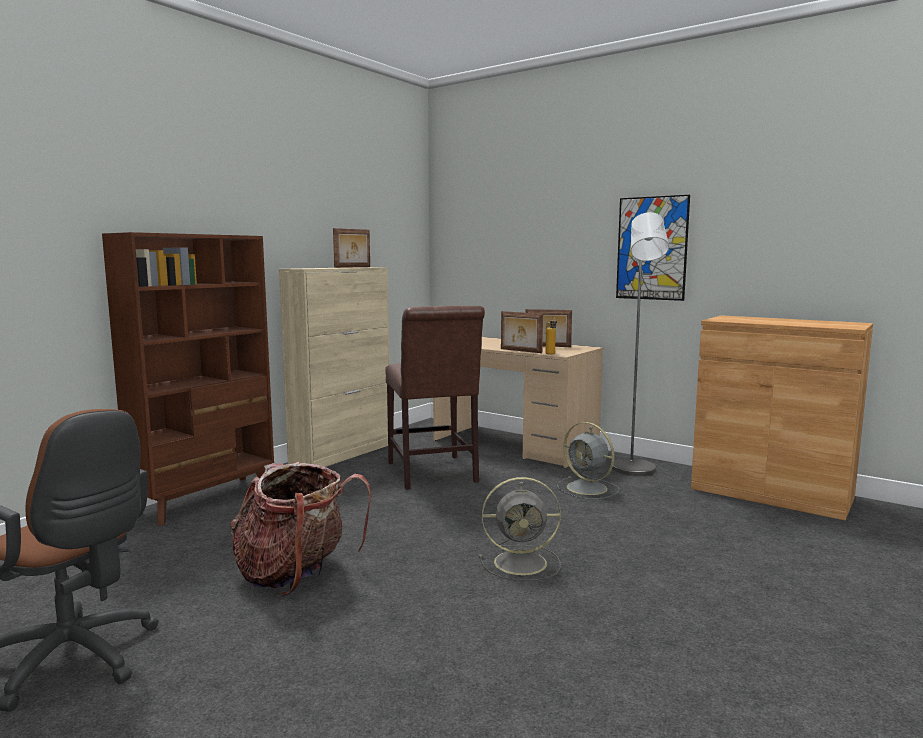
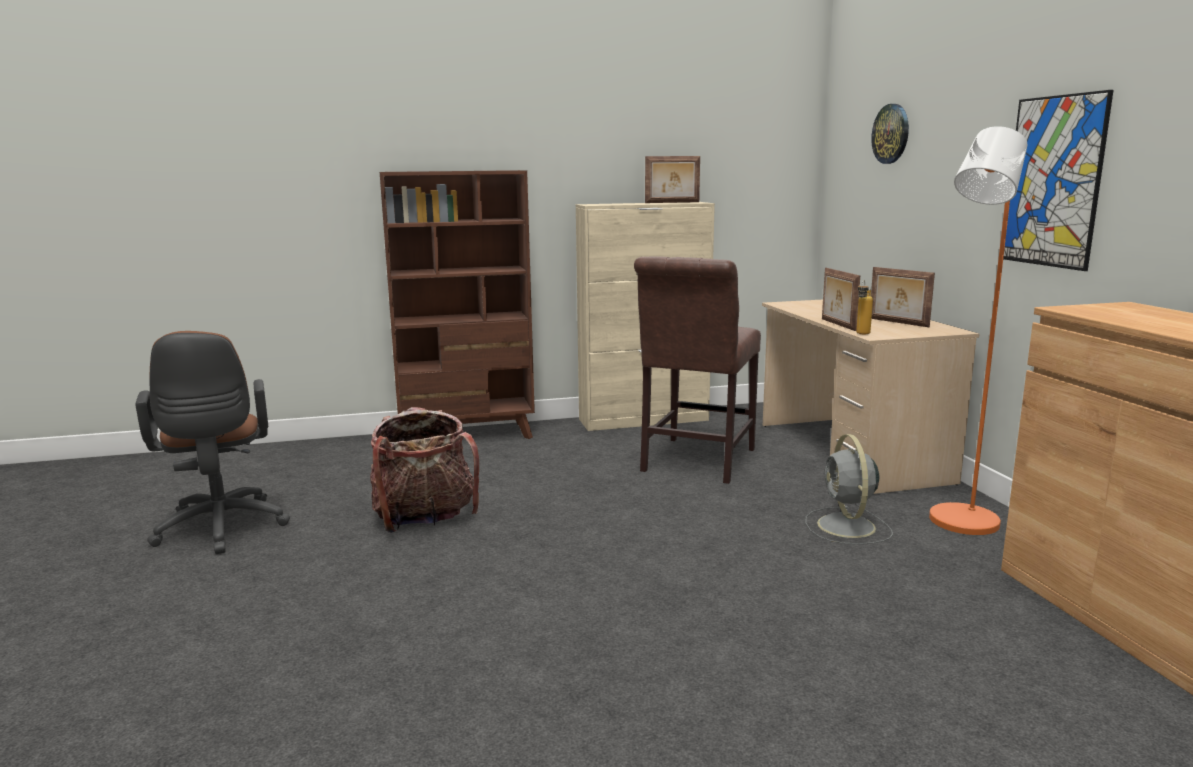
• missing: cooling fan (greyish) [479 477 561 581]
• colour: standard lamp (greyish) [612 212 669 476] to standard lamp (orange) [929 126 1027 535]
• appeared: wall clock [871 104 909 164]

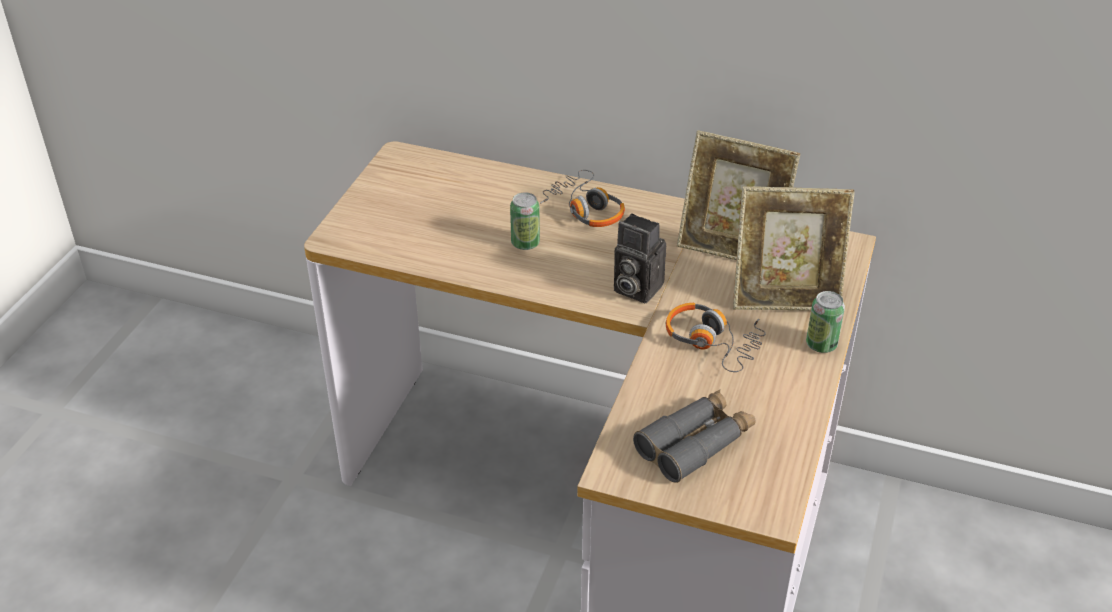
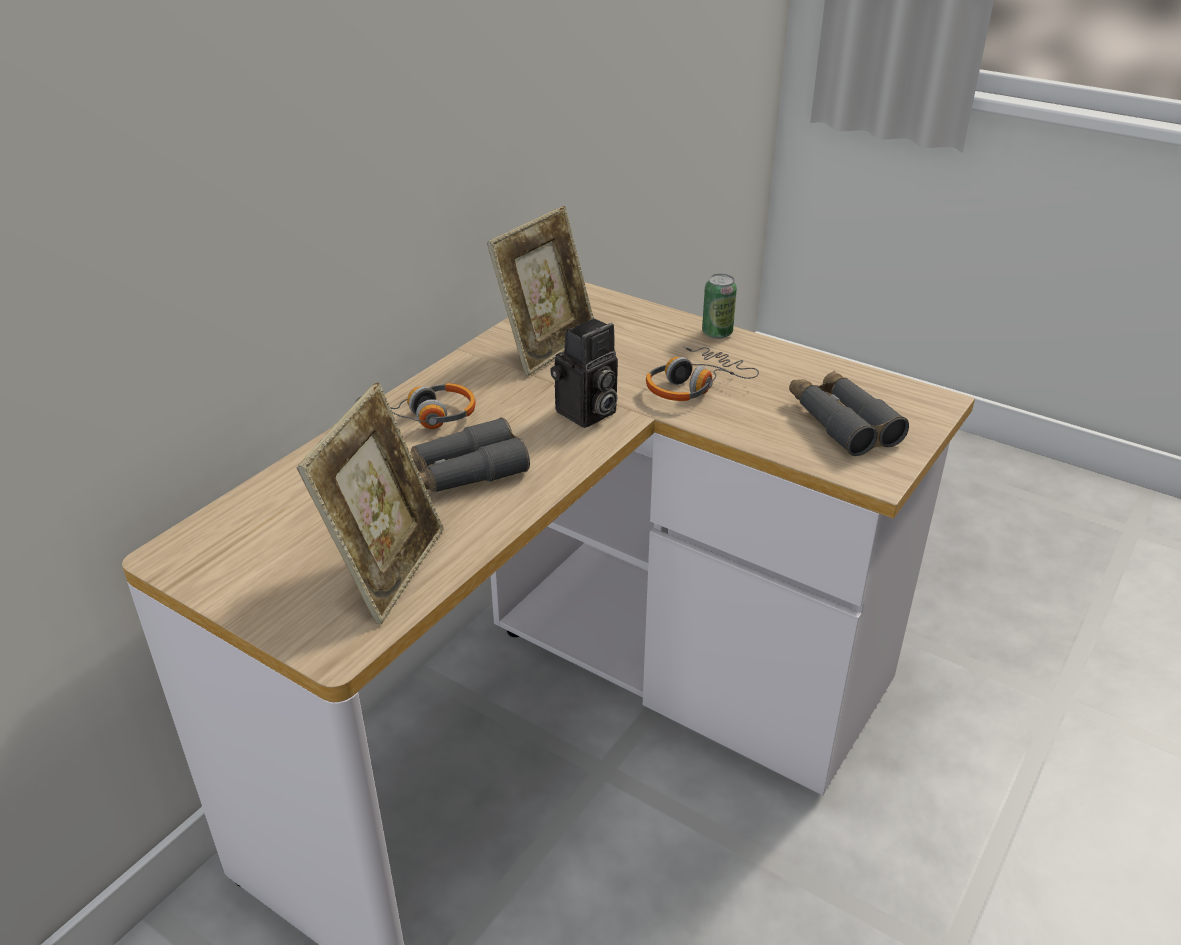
• exchanged: sealed can [510 192 540 250] to field glasses (greyish) [410 417 530 493]
• relocated: photo frame [733 186 855 311] to [296 382 444 624]

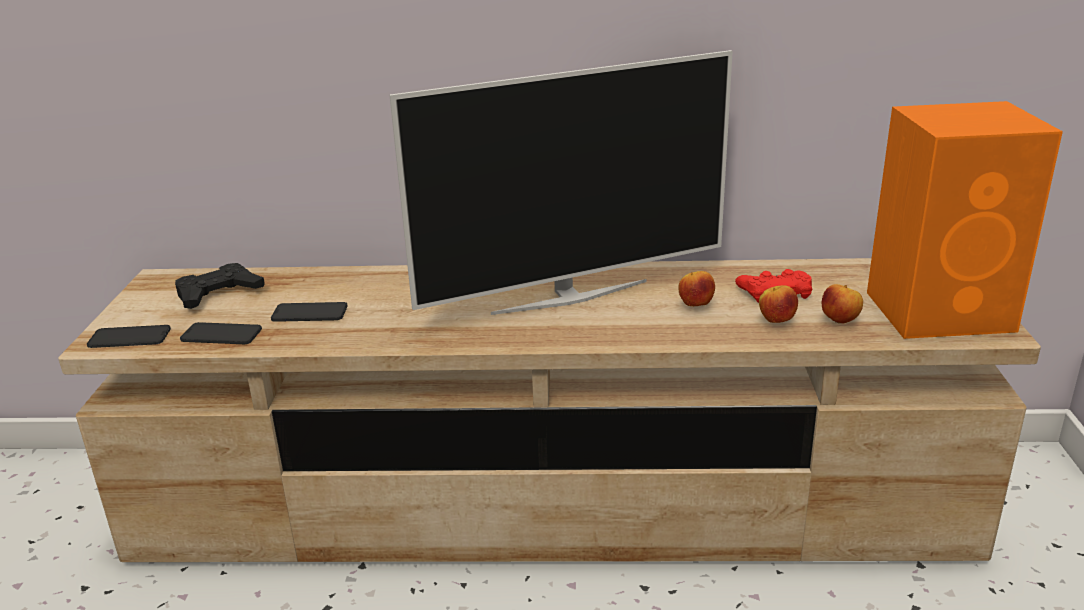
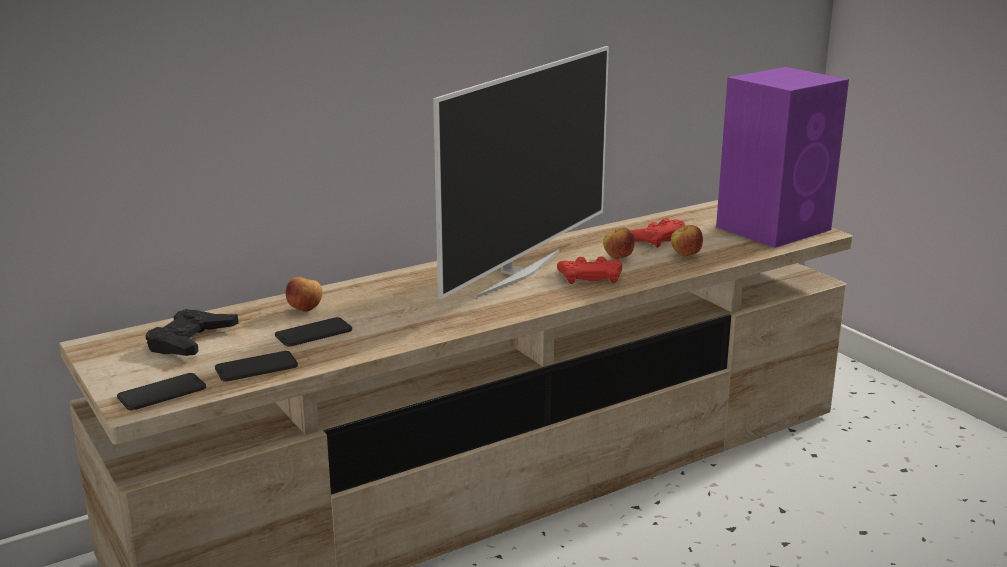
• relocated: whole apple [822 284 863 324] to [286 276 322 312]
• colour: loudspeaker (orange) [867 101 1063 339] to loudspeaker (purple) [716 67 849 248]
• appeared: game controller (reddish) [557 256 622 284]

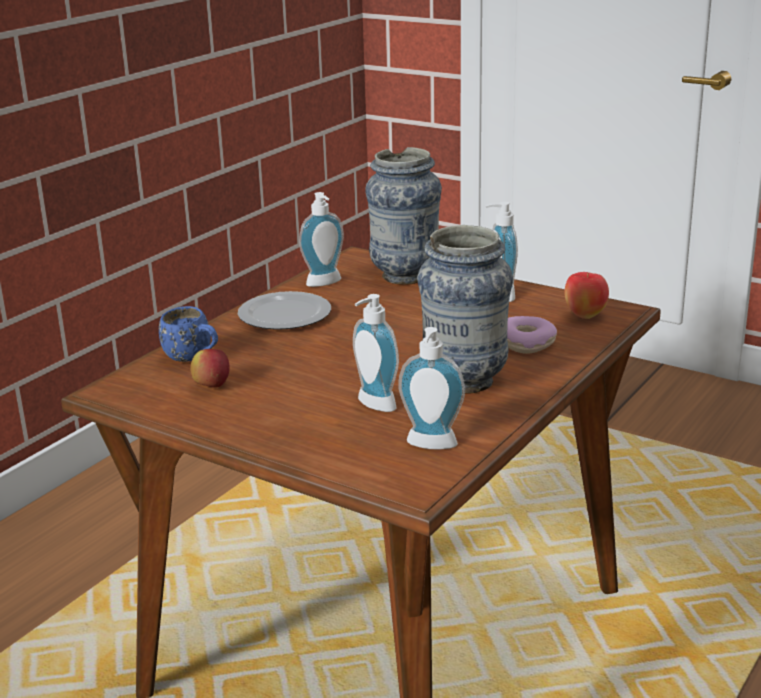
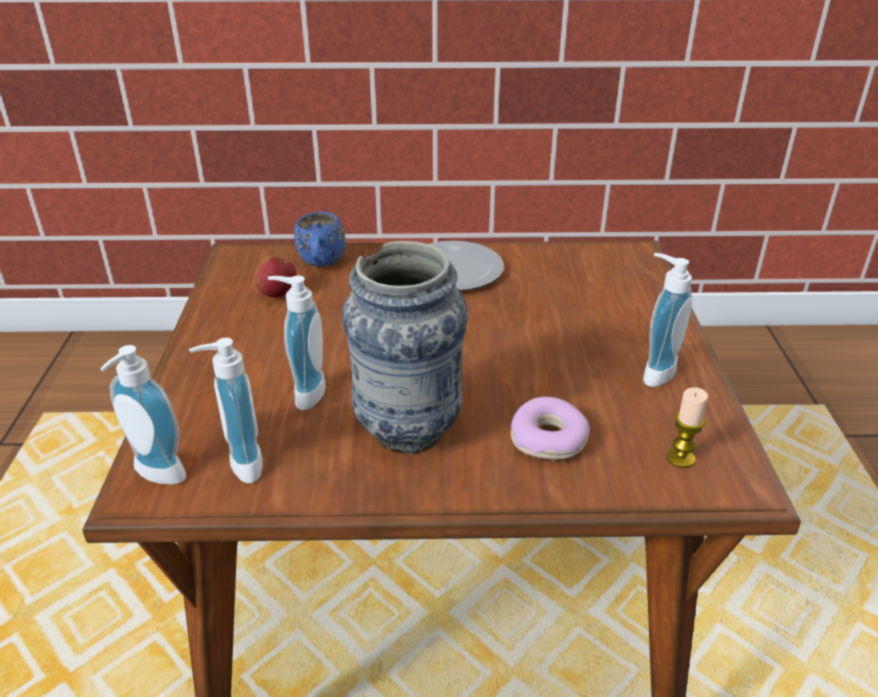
• relocated: soap dispenser [299 192 344 287] to [100 345 186 485]
• missing: decorative vase [365 147 442 285]
• exchanged: whole apple [564 272 609 319] to wax candle [667 387 708 468]

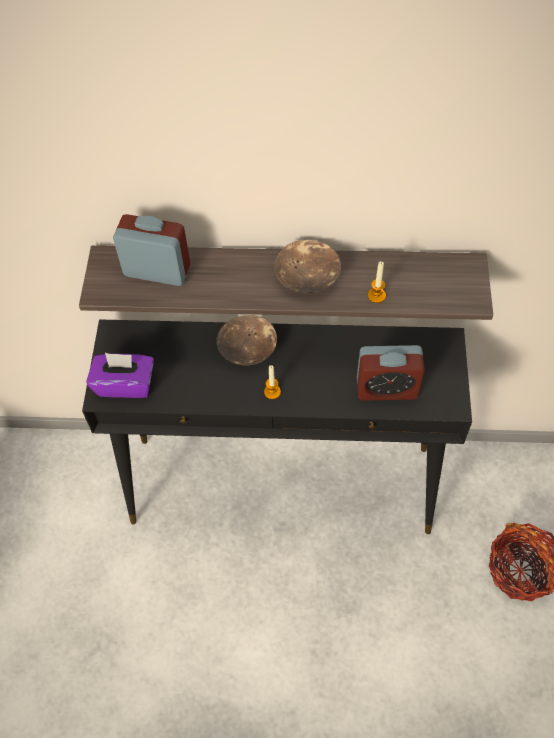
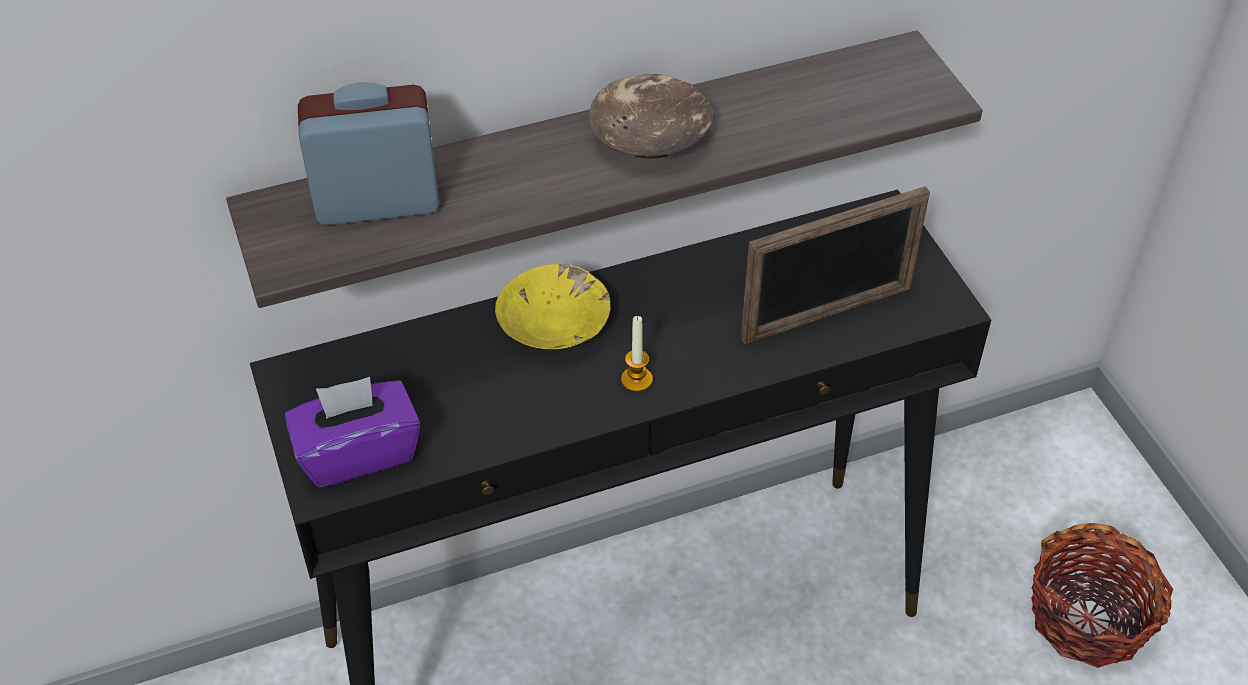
• colour: serving bowl (brownish) [216 315 277 365] to serving bowl (yellow) [495 264 611 349]
• exchanged: bedside clock [357 345 425 401] to photo frame [741 186 930 344]
• missing: wax candle [368 261 386 303]

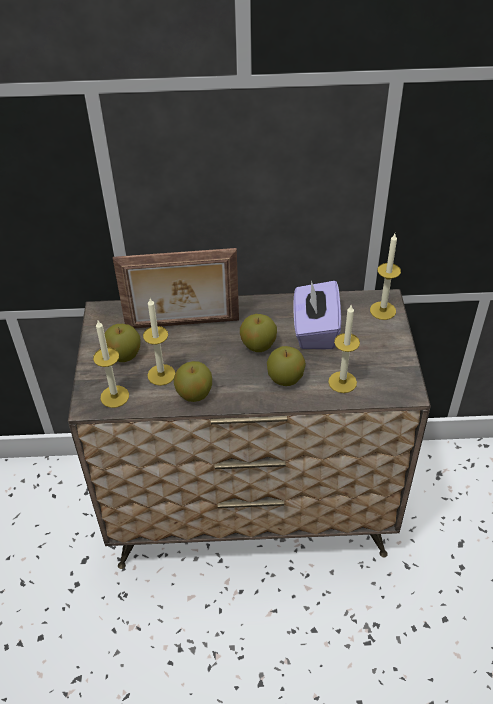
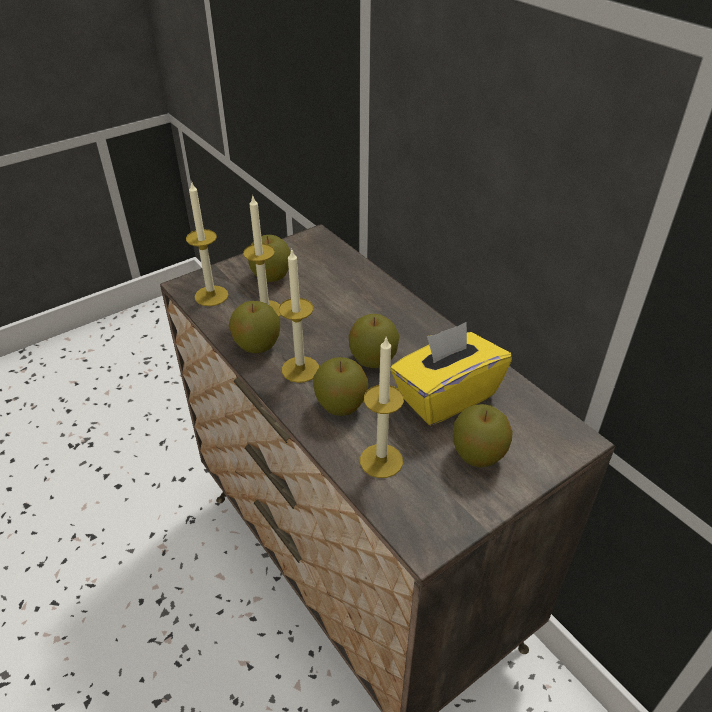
• missing: photo frame [113 248 239 328]
• colour: box of tissues (purple) [293 280 341 349] to box of tissues (yellow) [390 322 512 425]
• relocated: wax candle [370 234 401 320] to [279 249 319 383]
• appeared: whole apple [453 404 513 468]

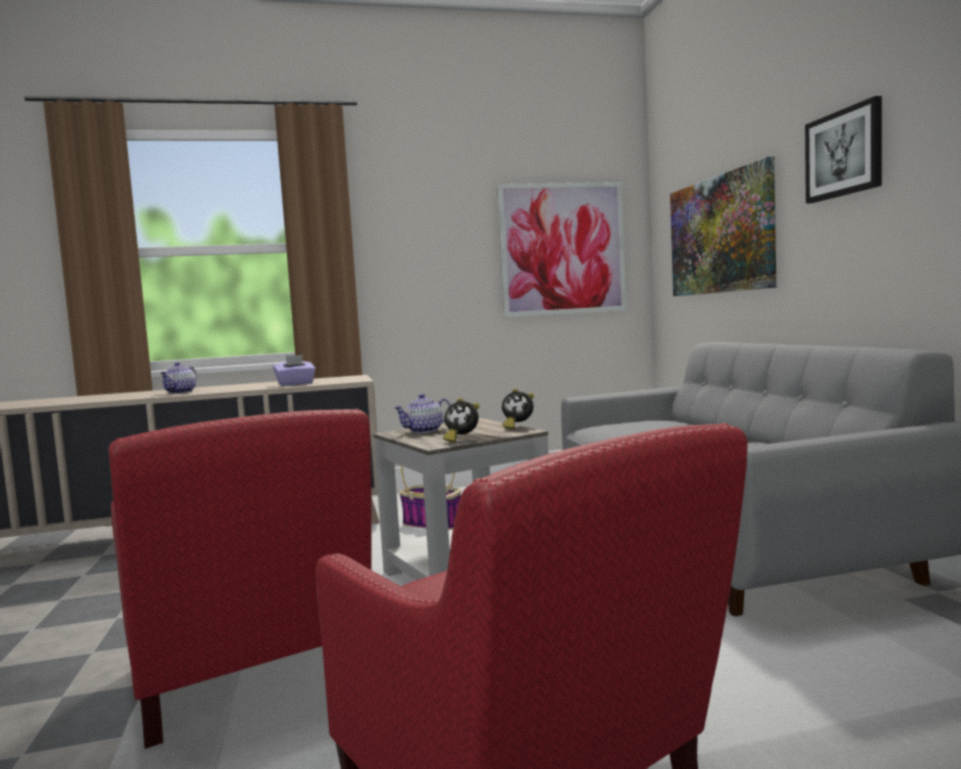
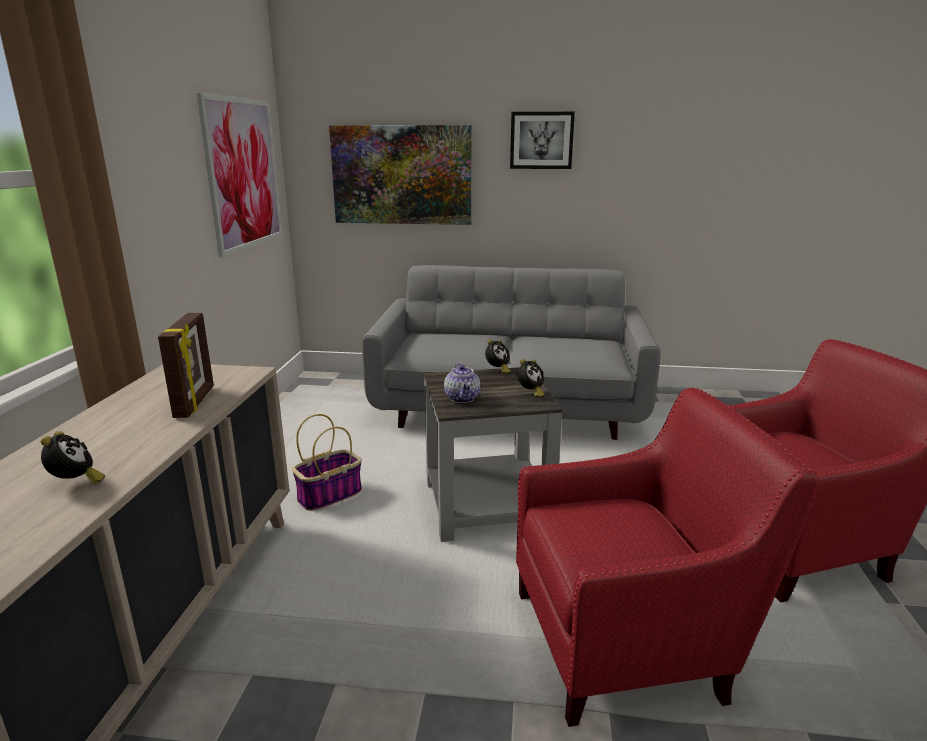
• exchanged: teapot [160 362 197 394] to bedside clock [41 431 105 485]
• exchanged: box of tissues (purple) [273 355 316 386] to photo frame [158 313 214 418]

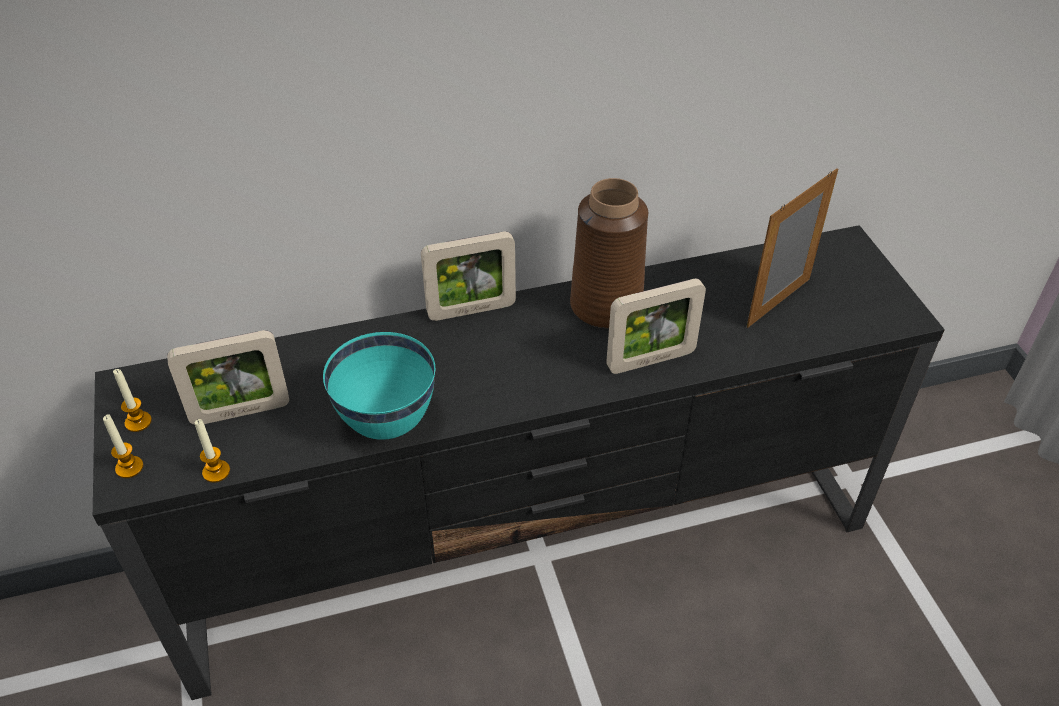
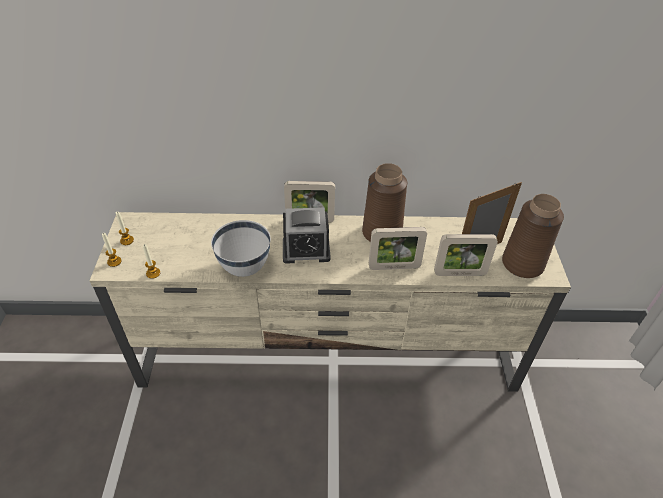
• colour: tv unit (black) [93 225 945 700] to tv unit (beige-coloured) [89 212 571 392]
• relocated: photo frame [167 330 289 425] to [434 234 498 276]
• colour: serving bowl (blue-green) [323 332 435 440] to serving bowl (white-coloured) [211 220 271 277]
• appeared: bedside clock [283 207 331 264]
• appeared: decorative vase (brownish) [502 194 564 278]

